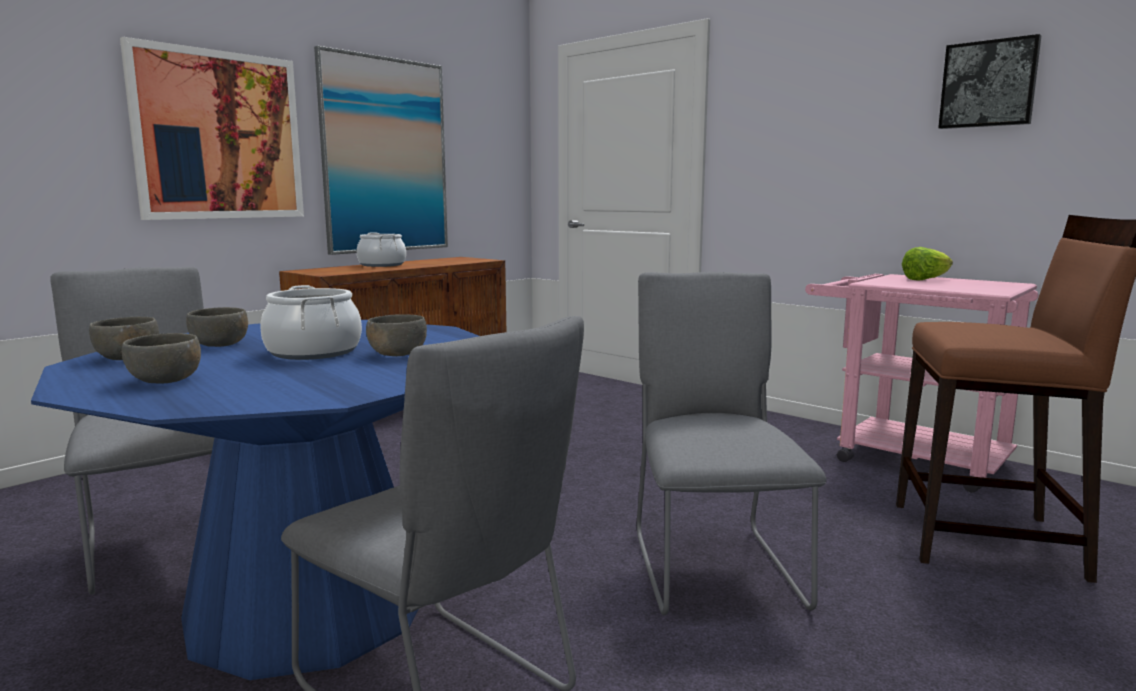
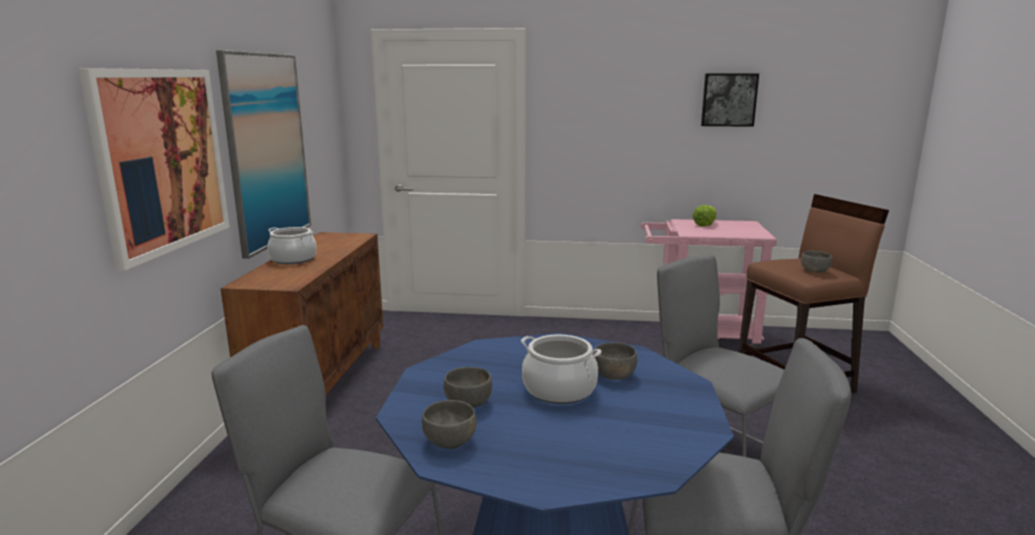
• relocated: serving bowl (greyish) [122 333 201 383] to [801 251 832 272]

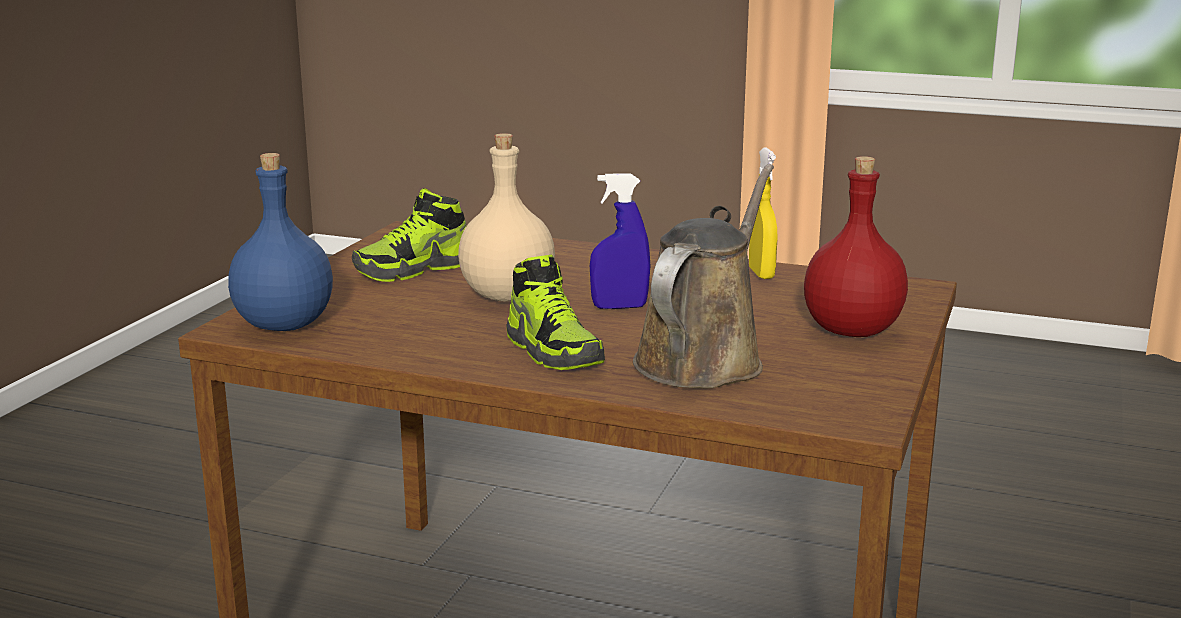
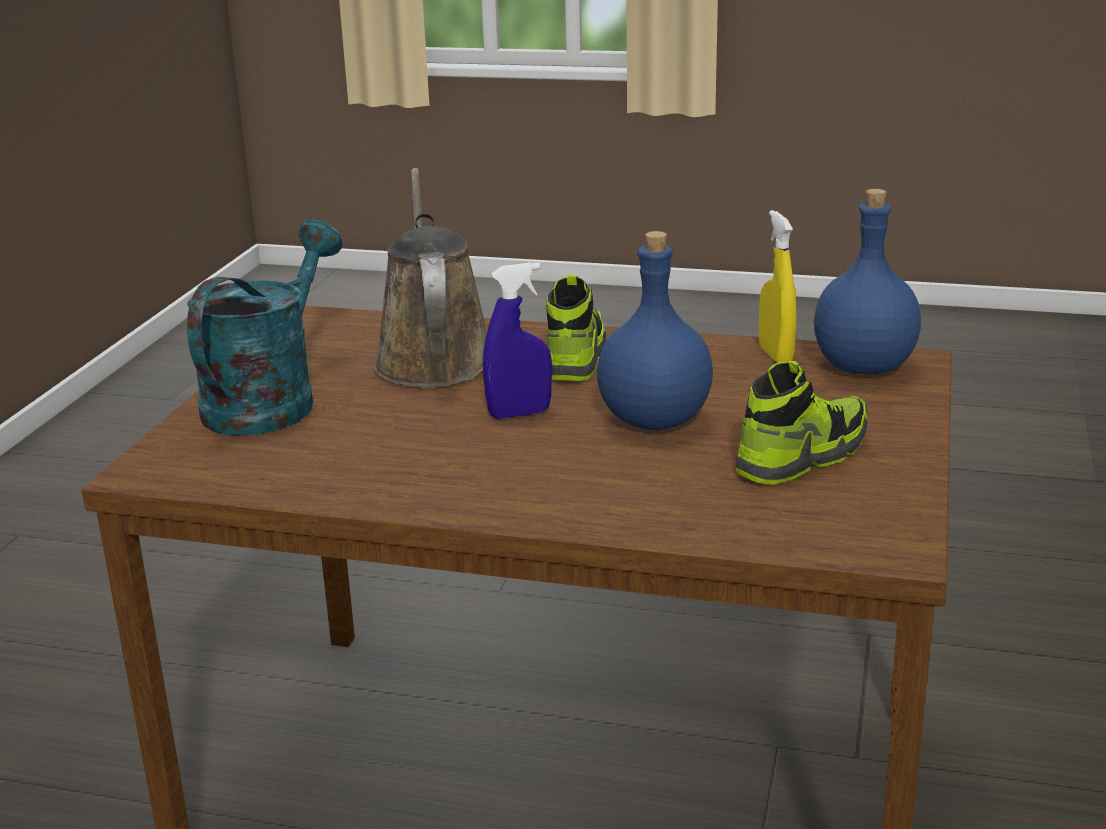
• colour: bottle (beige-coloured) [458 133 555 302] to bottle (bluish) [597 231 713 431]
• spun: shoe [506 255 605 370] = [546 275 607 381] 45 degrees clockwise
• spun: sprinkling can (brownish) [633 164 774 388] = [373 168 487 388] 150 degrees clockwise
• relocated: spray bottle (yellow) [749 148 777 279] to [759 210 797 363]
• exchanged: bottle (reddish) [804 156 908 337] to sprinkling can (blue-green) [187 219 343 435]

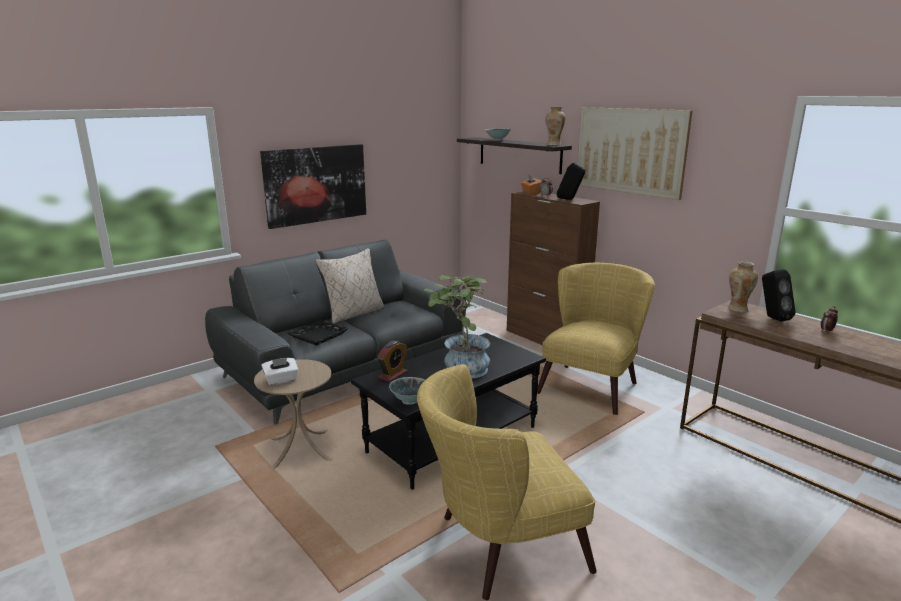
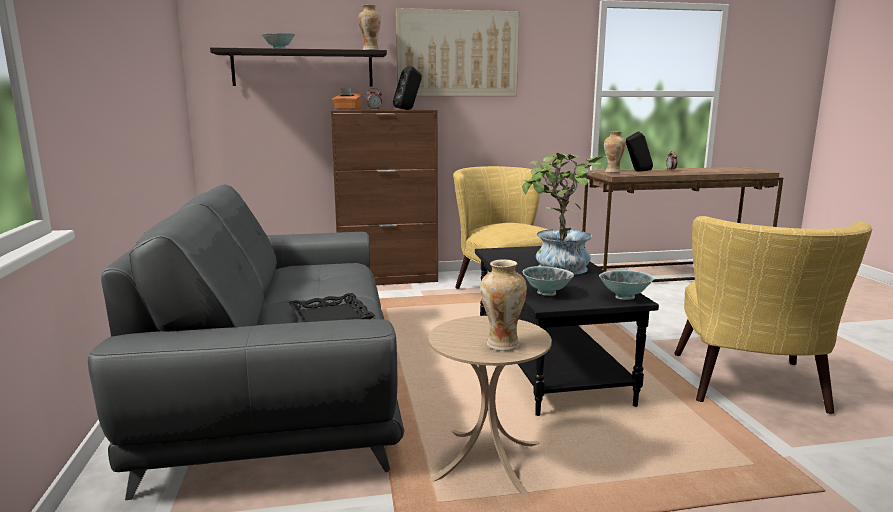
• missing: picture [260 144 366 229]
• exchanged: box of tissues (white-coloured) [261 358 299 386] to decorative vase [480 259 527 351]
• missing: throw pillow (beige-coloured) [316 248 384 324]
• exchanged: bedside clock [377 341 408 382] to serving bowl [523 266 574 296]

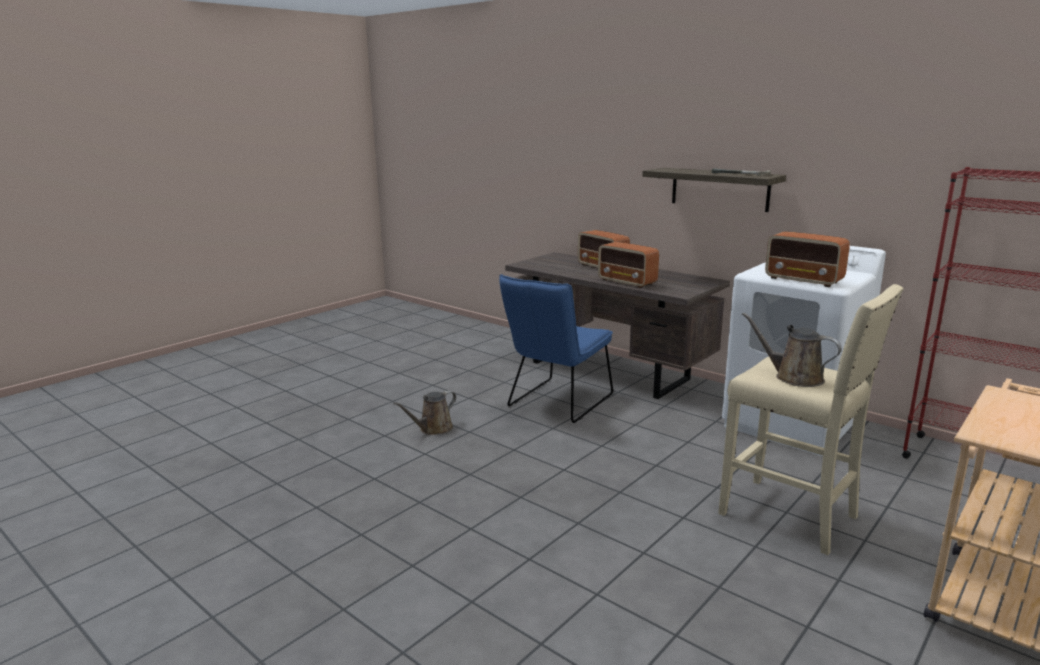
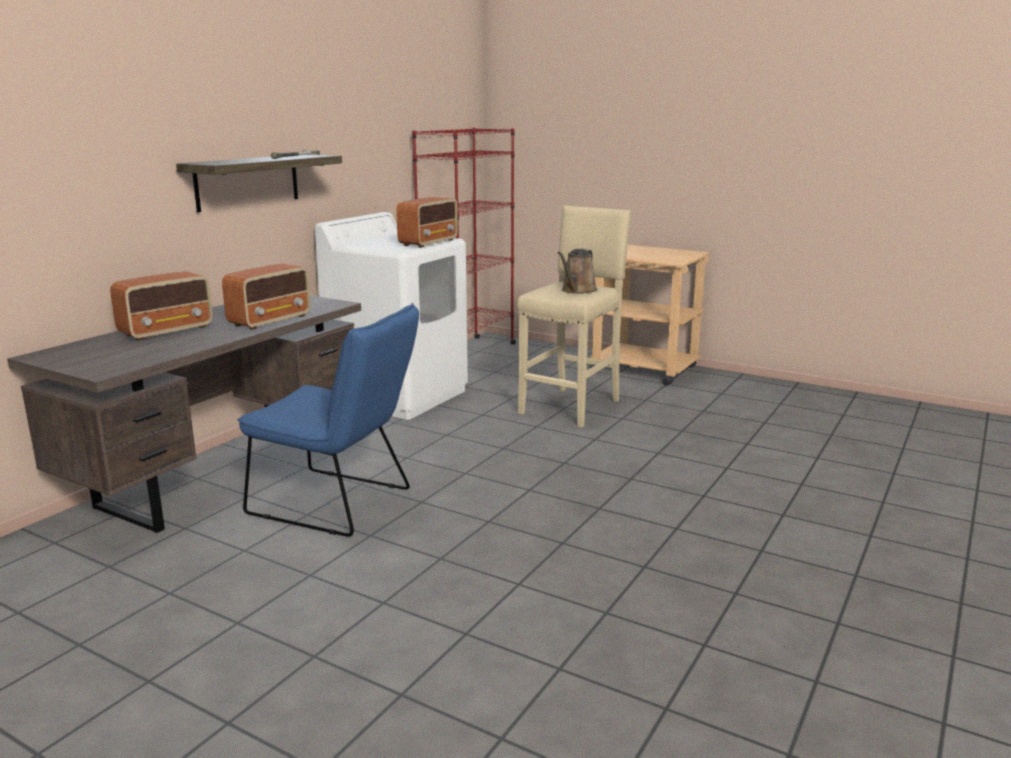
• missing: sprinkling can (brownish) [393 391 456 435]

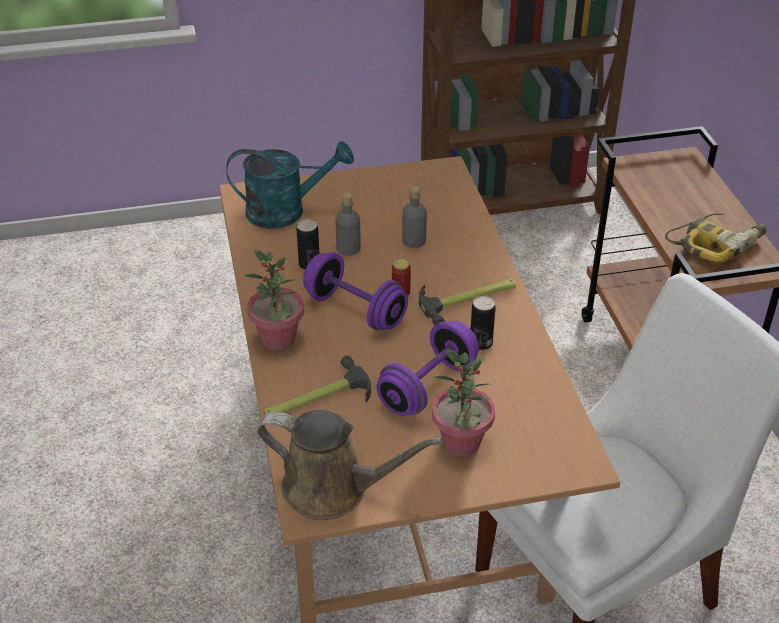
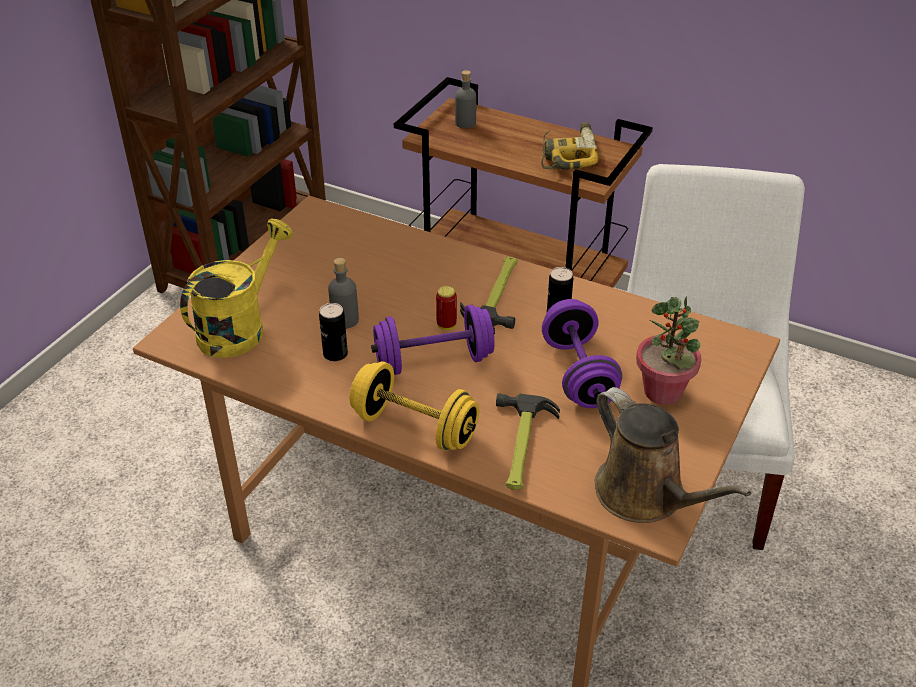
• colour: sprinkling can (blue-green) [227 141 354 229] to sprinkling can (yellow) [180 219 293 358]
• exchanged: potted plant [243 250 304 350] to dumbbell (yellow) [349 361 479 451]
• spun: sprinkling can (brownish) [257 410 443 520] = [595 387 751 523] 90 degrees clockwise
• relocated: bottle (greyish) [402 186 427 248] to [455 70 477 129]

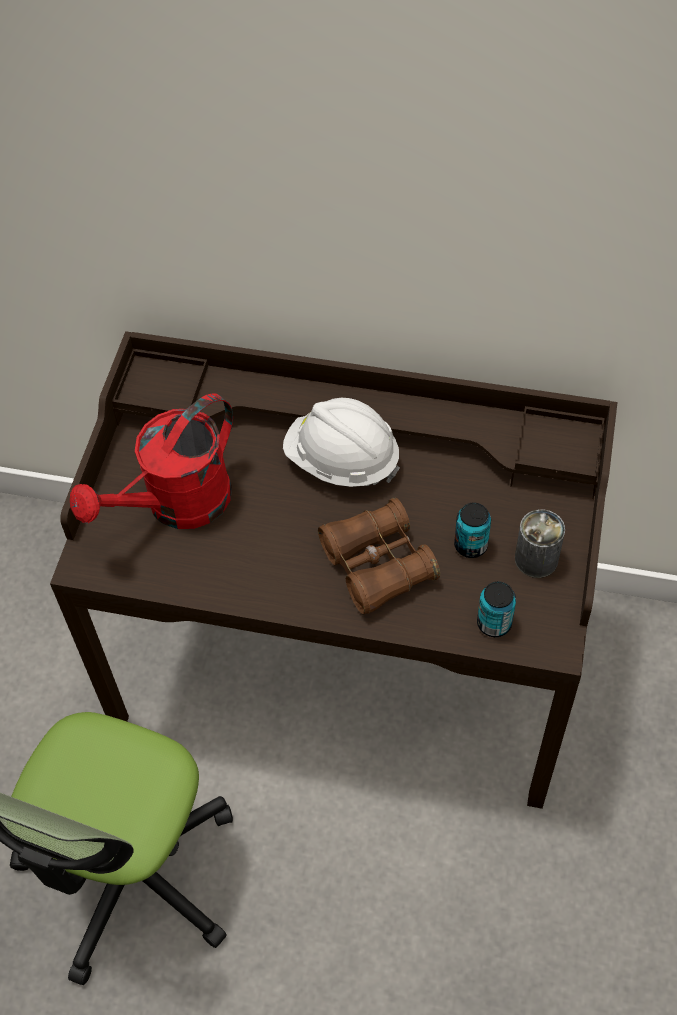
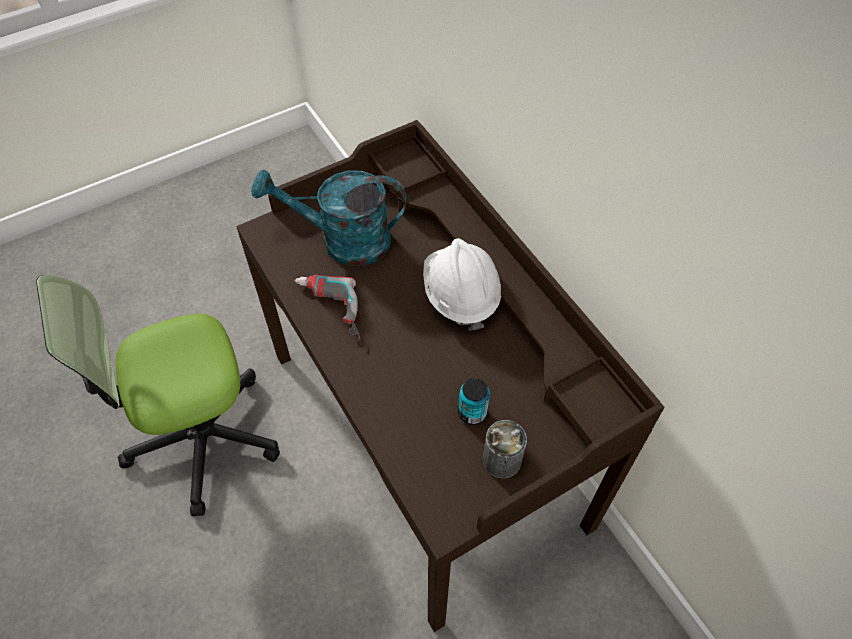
• colour: sprinkling can (reddish) [70 393 233 529] to sprinkling can (blue-green) [251 169 406 266]
• missing: field glasses (brownish) [318 498 440 615]
• missing: sealed can [477 581 516 637]
• appeared: power drill [295 275 361 341]

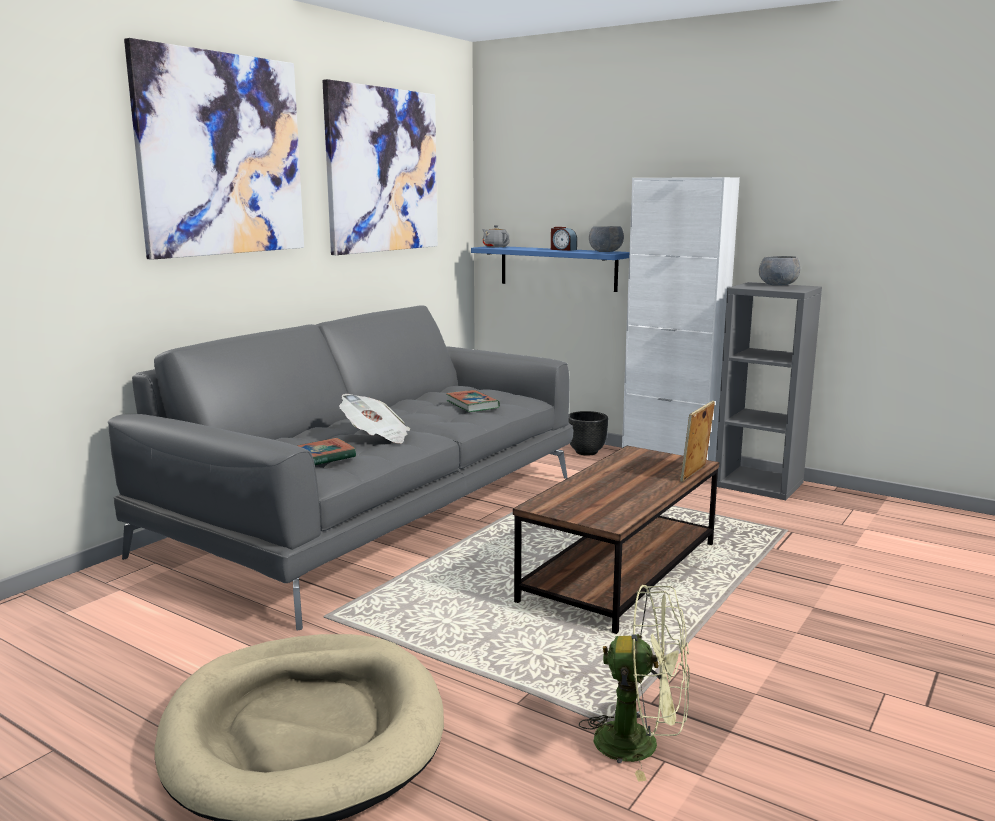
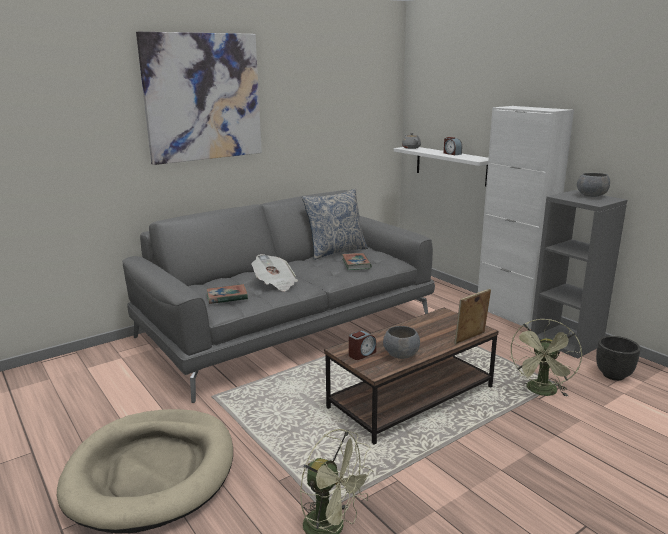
• missing: picture [323 79 438 255]
• colour: wall shelf (bluish) [471 246 629 292] to wall shelf (white-coloured) [394 147 488 187]
• relocated: planter (black) [568 411 608 456] to [596 336 641 381]
• relocated: serving bowl (greyish) [589 226 624 252] to [383 326 420 359]
• appeared: throw pillow [302 188 368 260]
• appeared: bedside clock [349 330 376 360]
• appeared: cooling fan (green-coloured) [510 319 582 397]

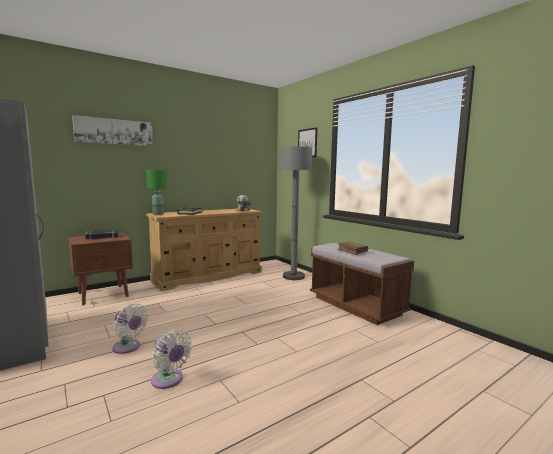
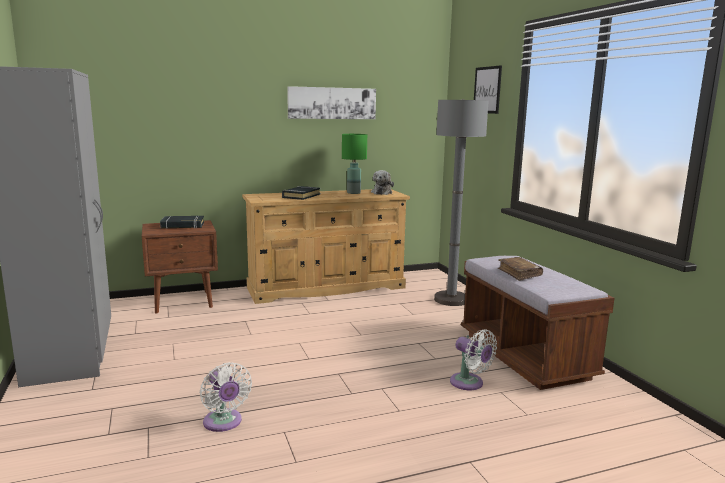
• relocated: picture [72 115 153 146] to [287 86 376 119]
• relocated: cooling fan (white-coloured) [112 304 148 354] to [450 329 497 390]
• relocated: lamp for a table (green-coloured) [146 170 167 215] to [342 134 367 194]

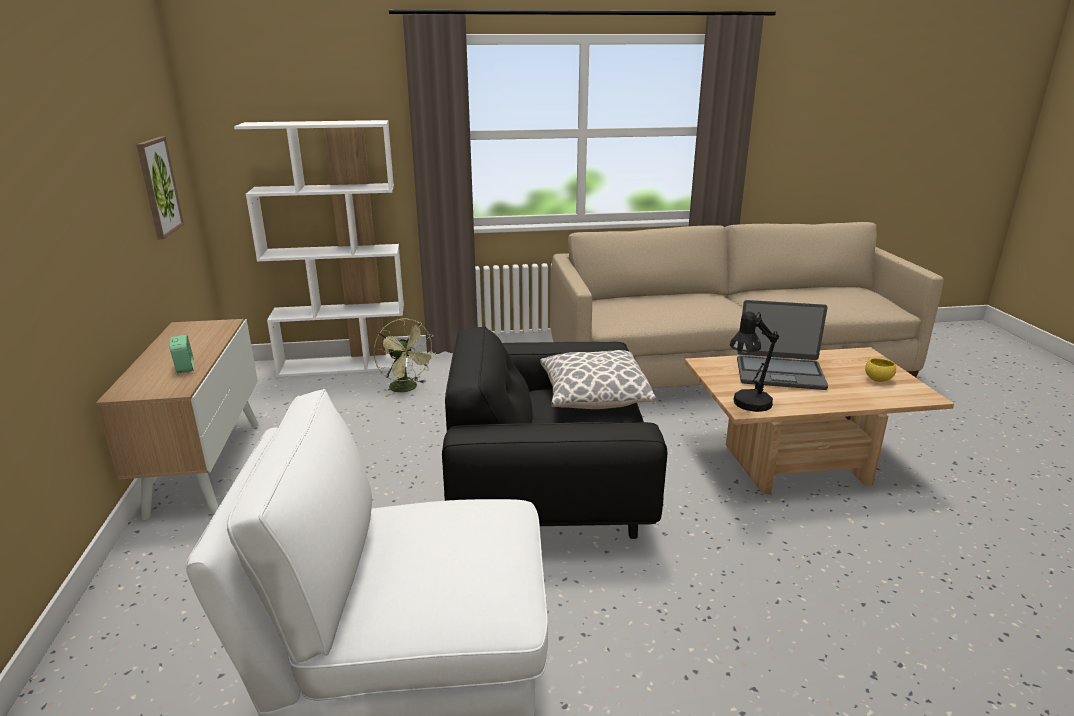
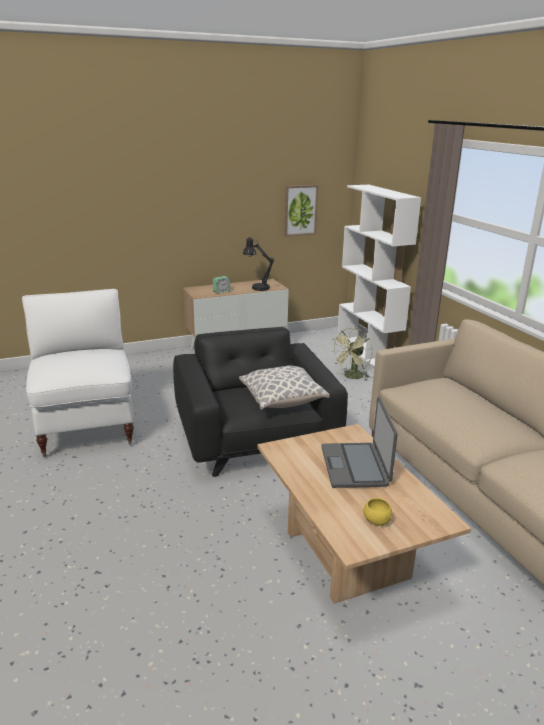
• relocated: lamp for a table (black) [730 311 779 412] to [243 237 274 291]

